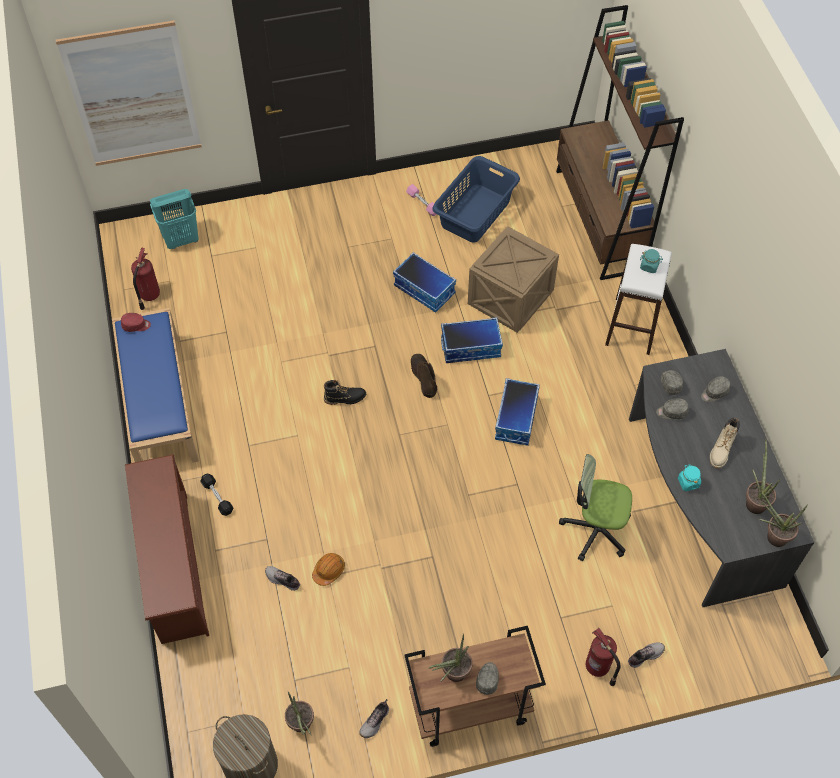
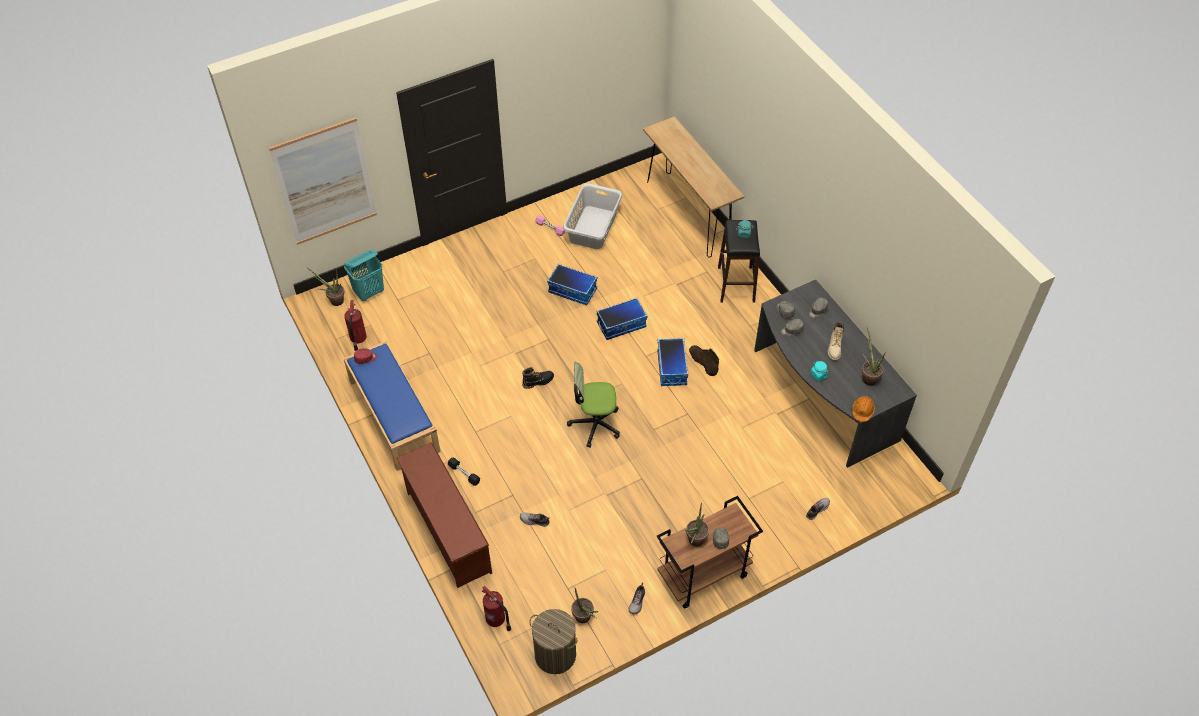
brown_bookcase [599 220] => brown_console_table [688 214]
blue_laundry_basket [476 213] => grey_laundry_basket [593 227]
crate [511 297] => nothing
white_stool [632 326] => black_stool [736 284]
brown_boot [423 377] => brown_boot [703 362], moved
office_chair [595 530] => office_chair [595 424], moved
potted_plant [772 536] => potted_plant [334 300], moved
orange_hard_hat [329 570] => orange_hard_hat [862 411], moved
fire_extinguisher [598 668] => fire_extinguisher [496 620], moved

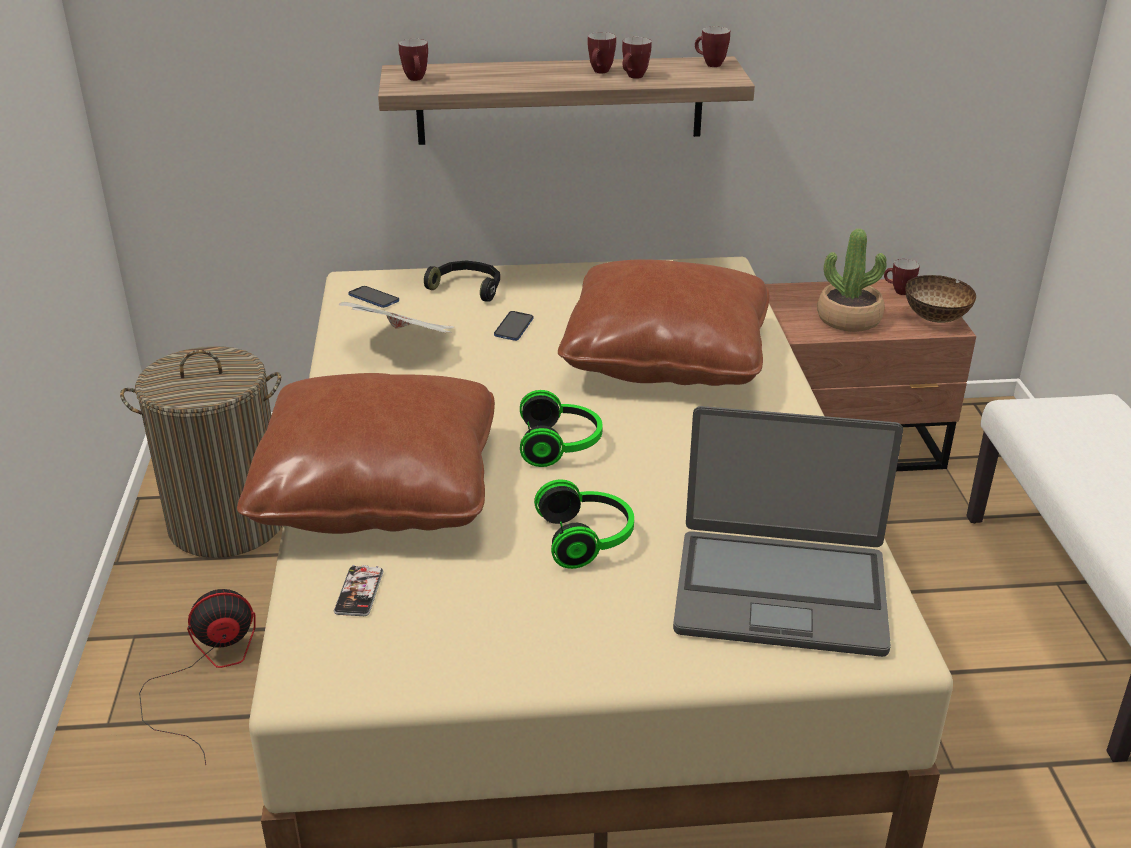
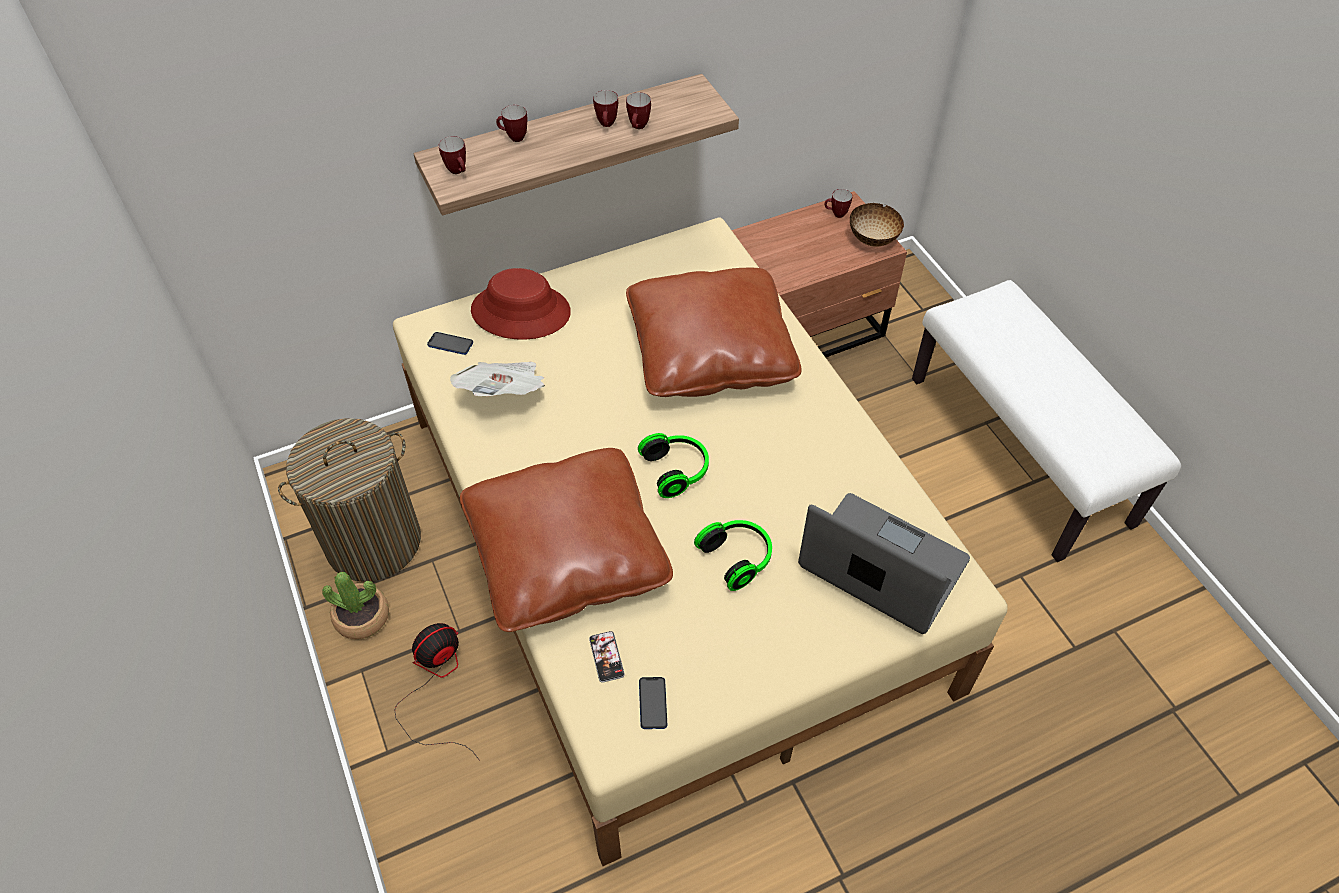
mug [709 64] => mug [513 138], moved
potted_plant [849 319] => potted_plant [362 617], moved
black_headphones [468 288] => red_hat [521 311]
phone [514 327] => phone [653 703], moved
laptop [780 592] => laptop [882 566], 135 degrees counterclockwise

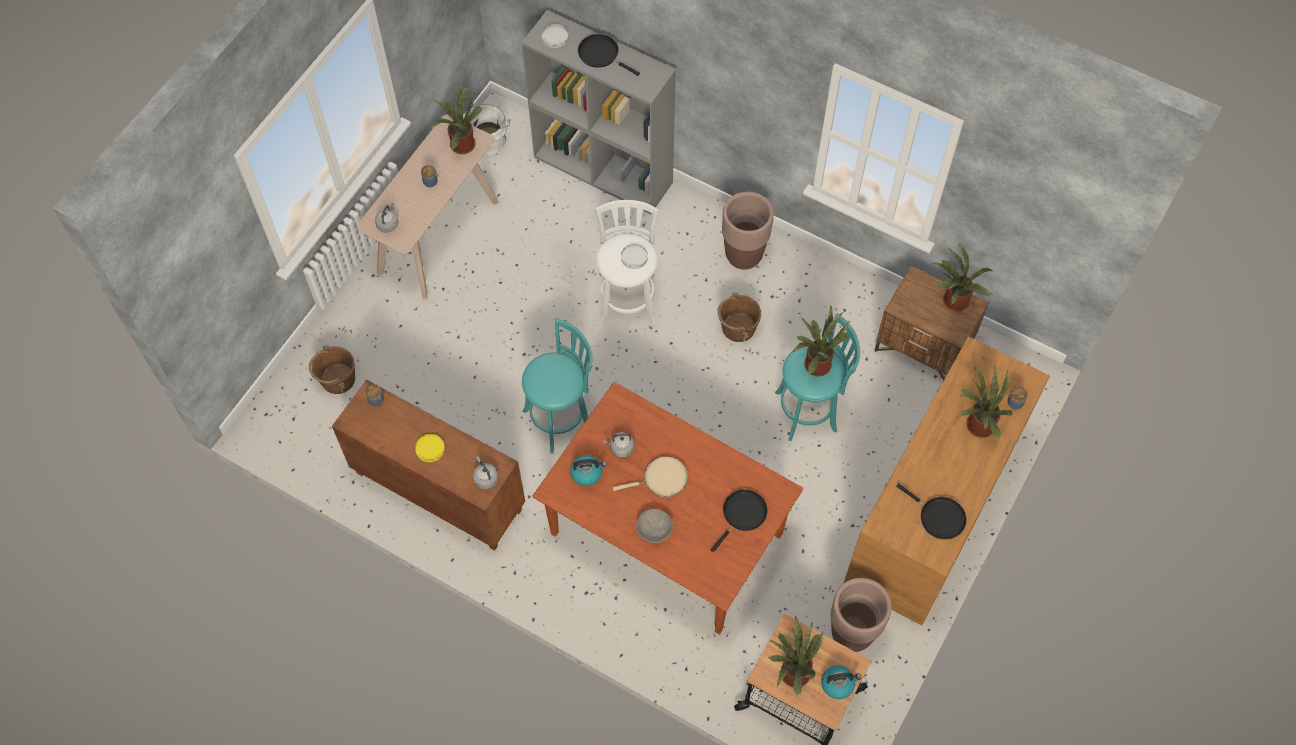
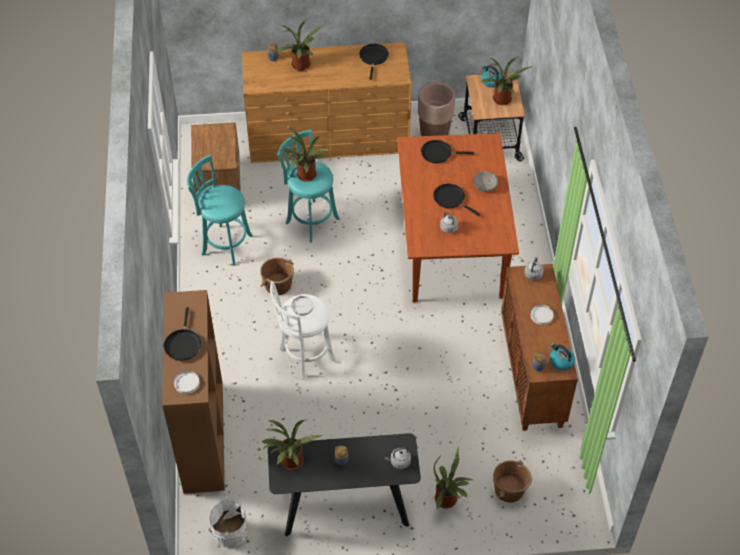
grey_bookcase [604 169] => brown_bookcase [202 436]
beige_console_table [438 237] => black_console_table [345 507]
brown_planter [743 255] => nothing
potted_plant [953 302] => potted_plant [448 500], moved
turquoise_stool [561 418] => turquoise_stool [224 244], moved
yellow_plate [430 448] => white_plate [541 315]
kettle [587 473] => kettle [560 361], moved
beige_frying_pan [662 479] => black_frying_pan [451 199]

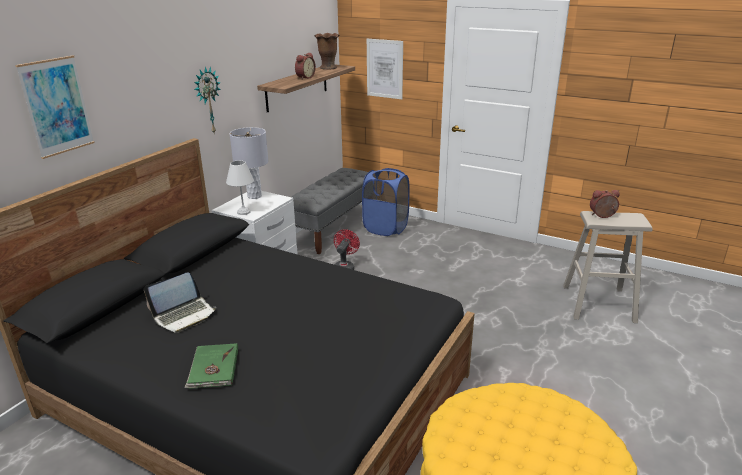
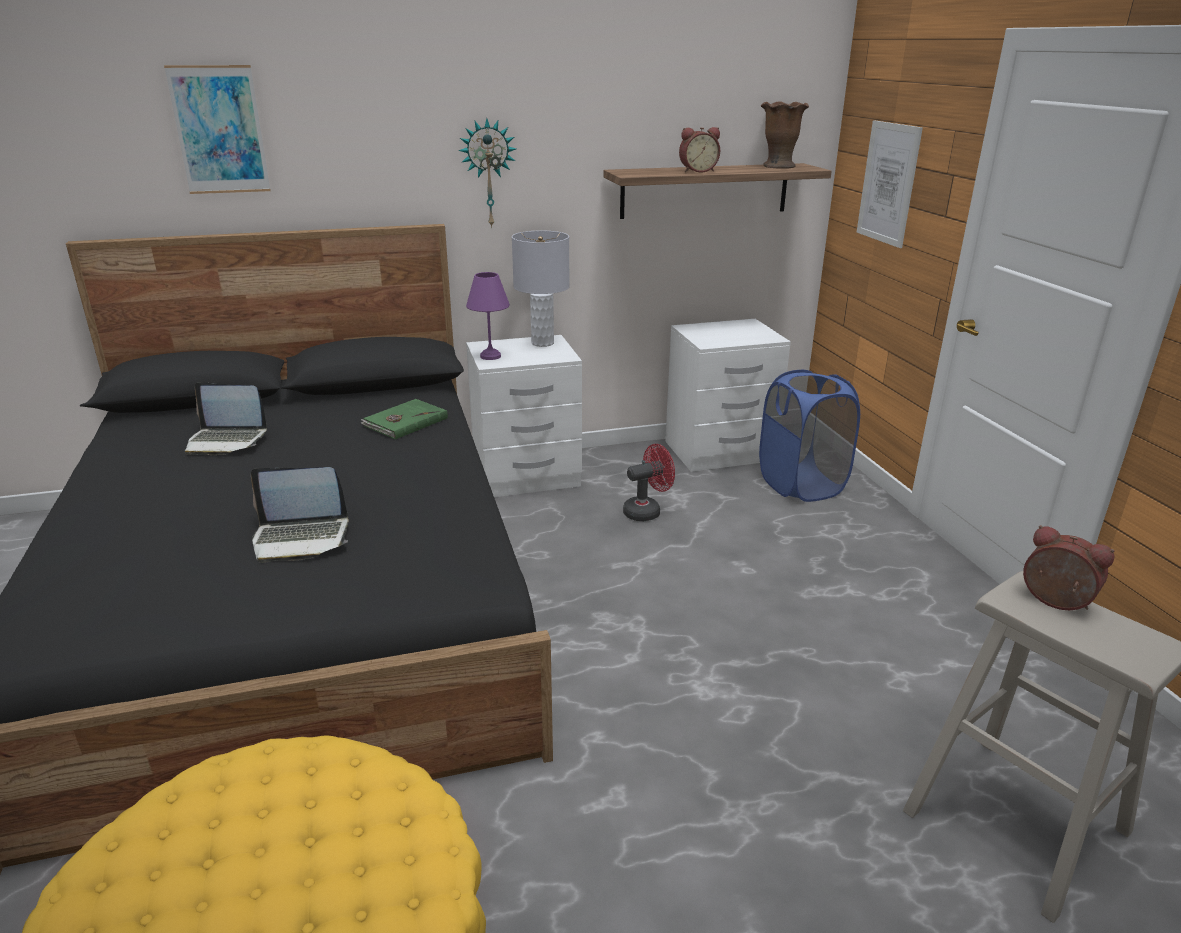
white_table_lamp [244 212] => purple_table_lamp [490 356]
grey_bench [332 228] => white_nightstand [719 452]
green_book [213 368] => green_book [404 422], moved
nothing => laptop [301 538]

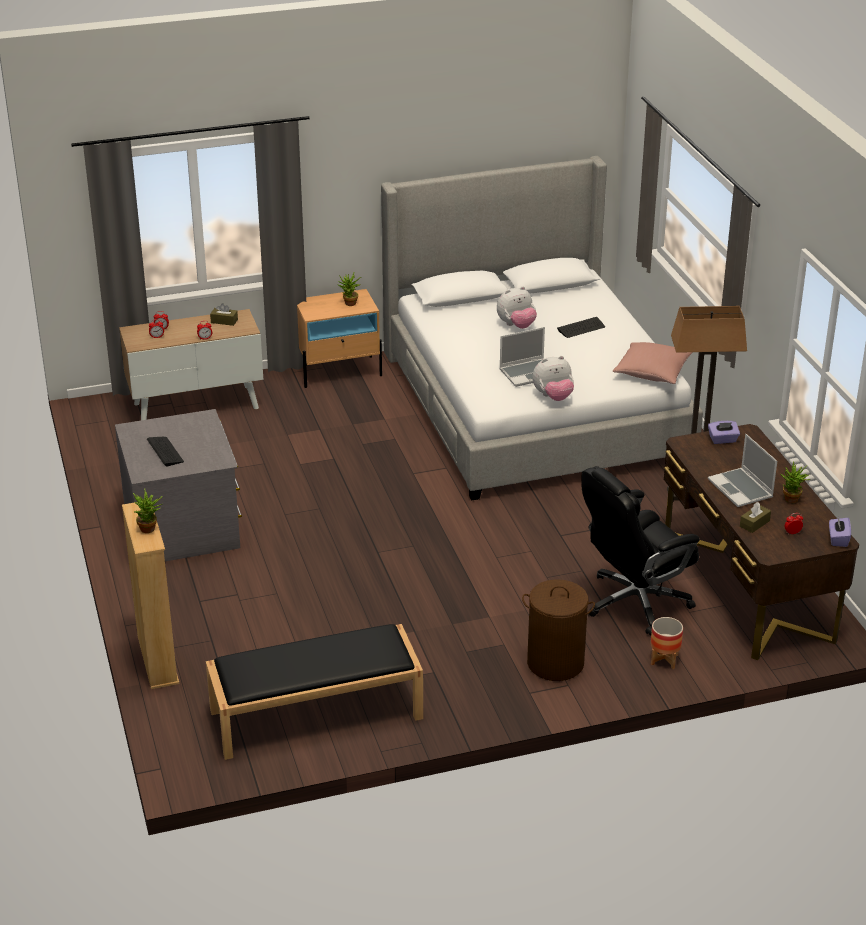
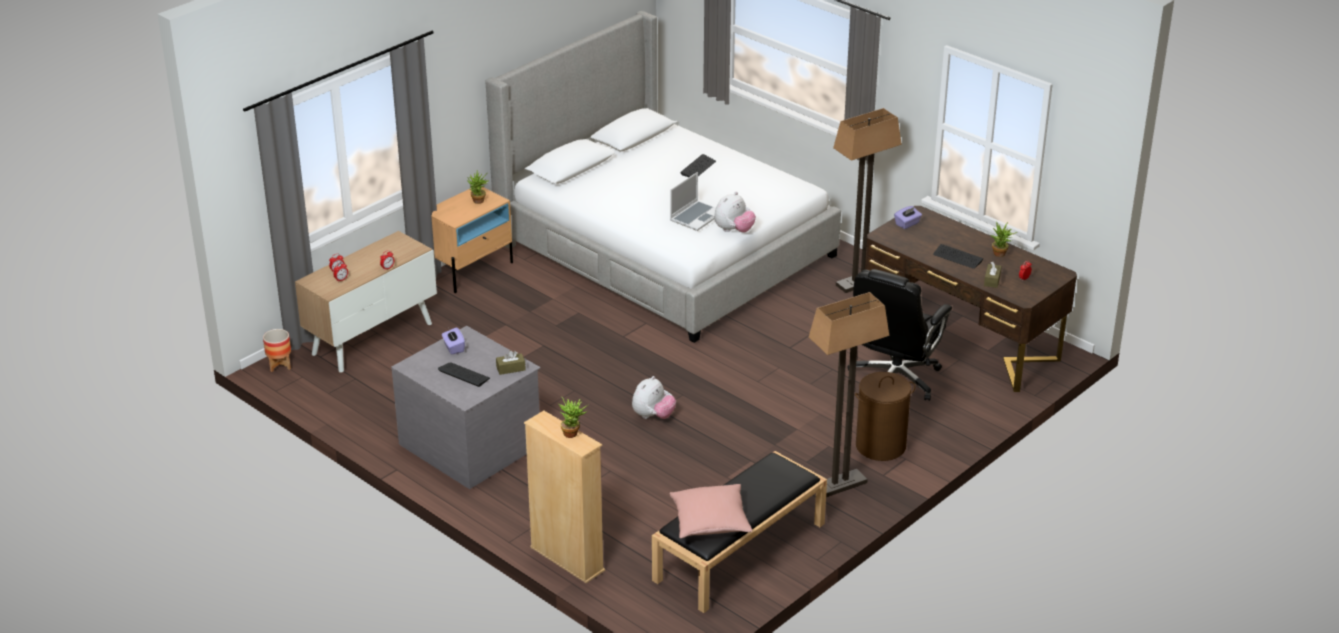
plush_toy [516 326] => plush_toy [653 416], moved
brown_tissue_box [224 321] => brown_tissue_box [511 368], moved
pink_pillow [652 372] => pink_pillow [710 521], moved
laptop [741 489] => keyboard [957 257]
purple_tissue_box [838 539] => purple_tissue_box [453 348], moved
planter [664 660] => planter [280 365], moved
nothing => floor_lamp [839 485]

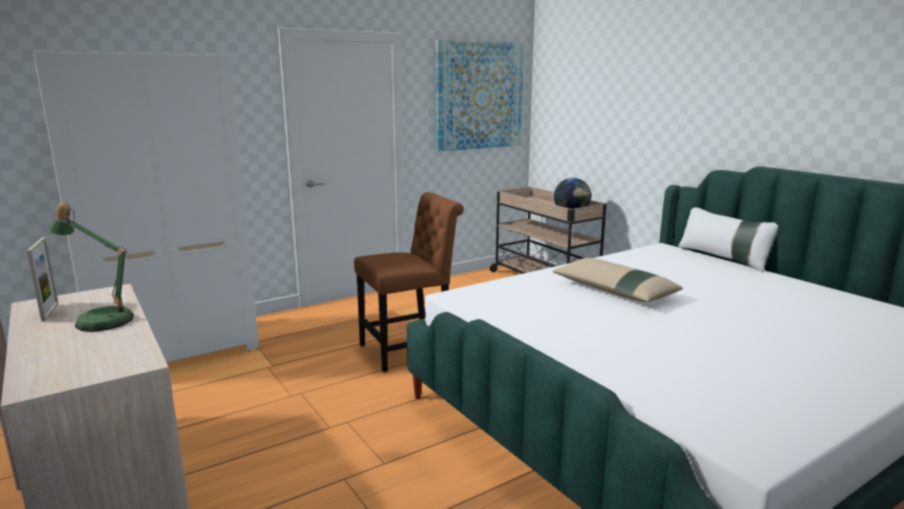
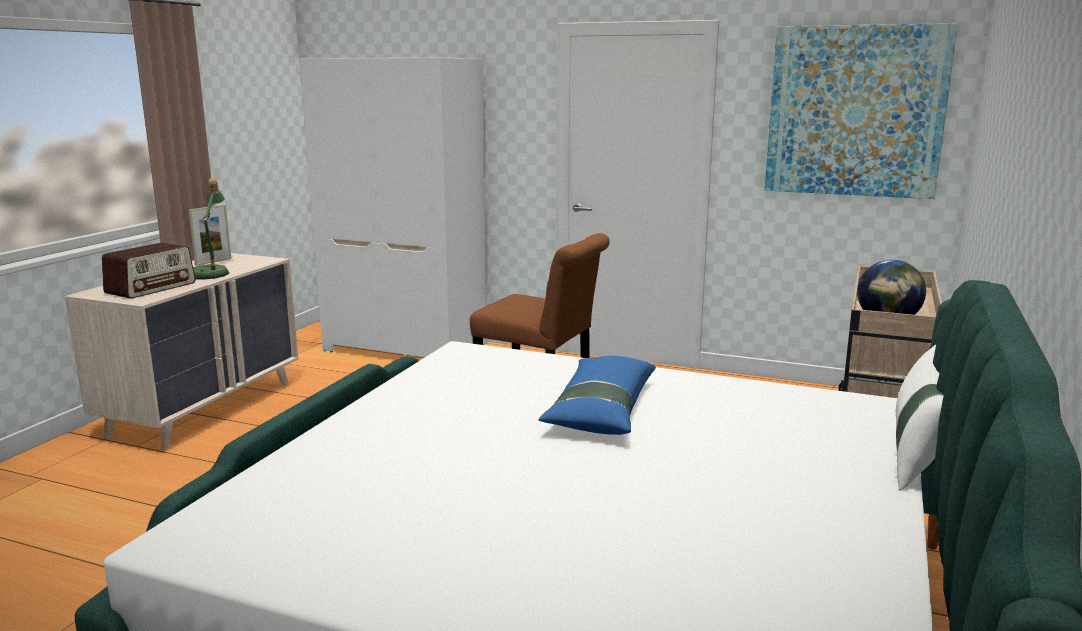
beige_pillow [613 291] => blue_pillow [601 409]
nothing => radio [151 288]

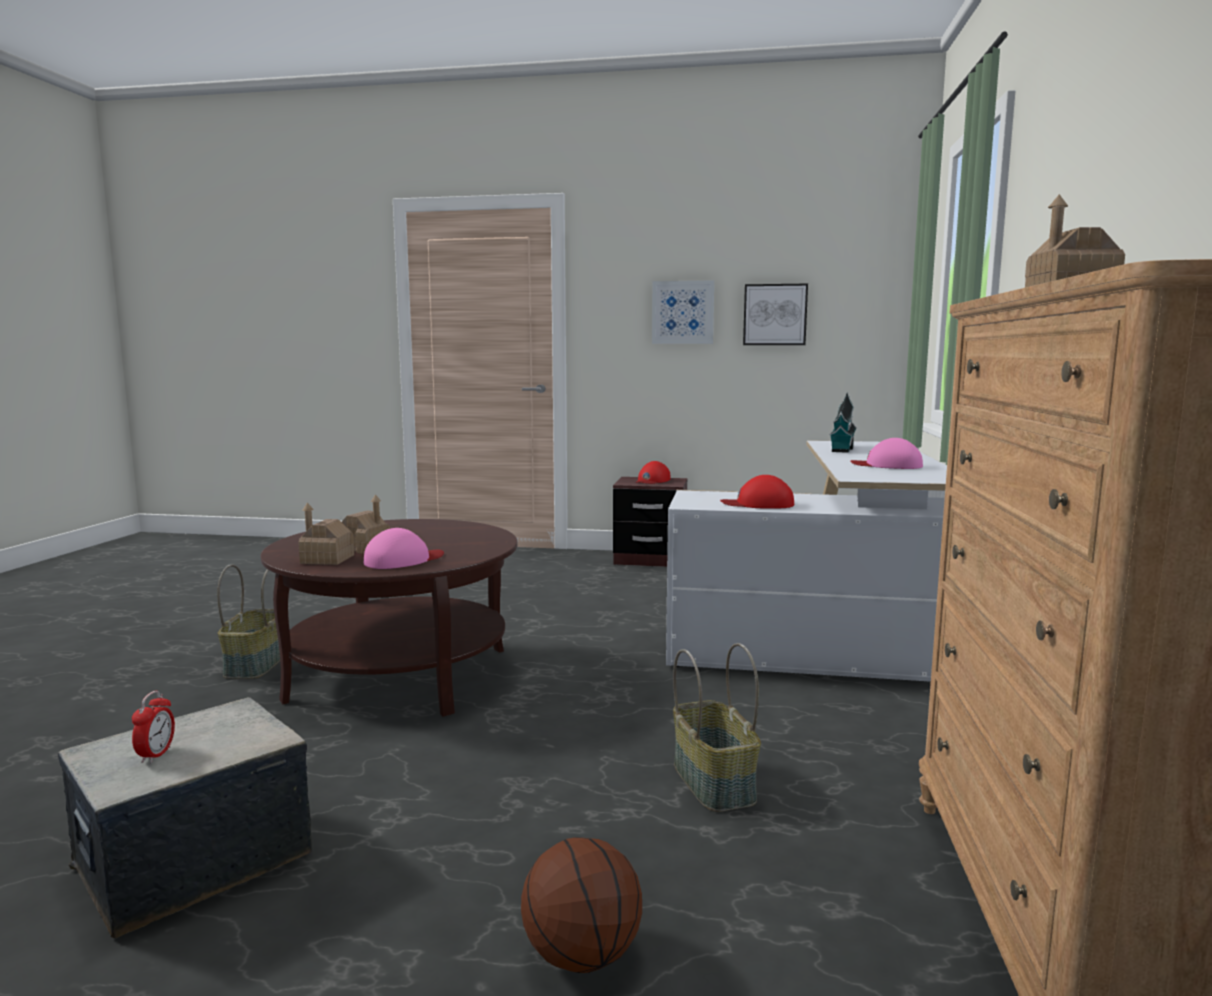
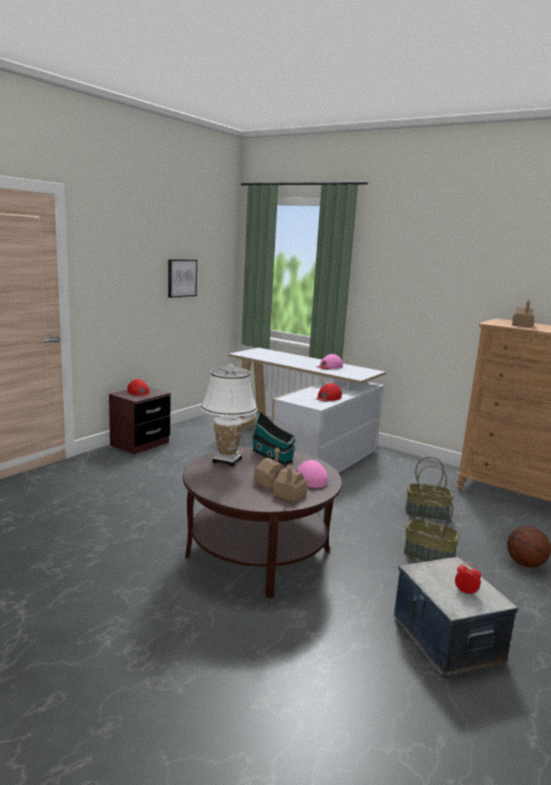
picture [682 312] => nothing
toy_house [842 449] => toy_house [273 457], moved
basket [257 664] => basket [429 555], moved
nothing => white_table_lamp [227 460]

